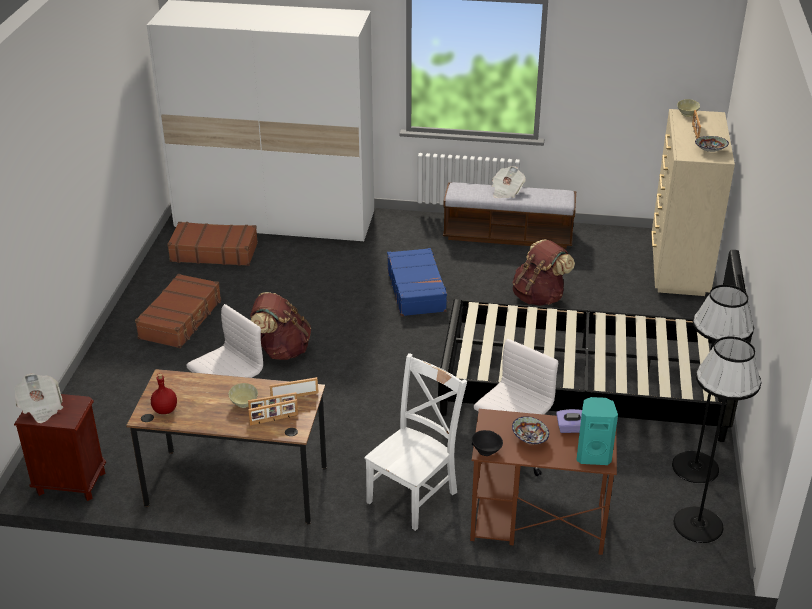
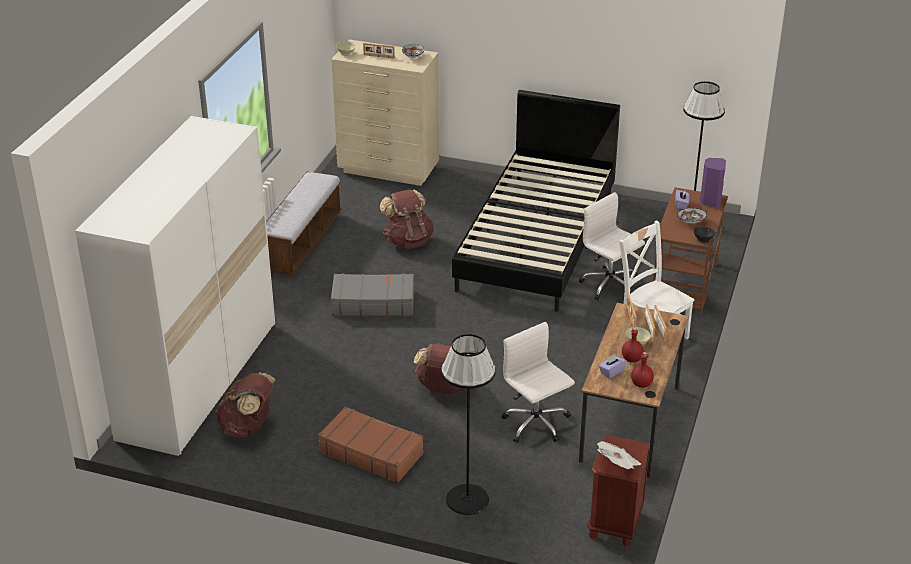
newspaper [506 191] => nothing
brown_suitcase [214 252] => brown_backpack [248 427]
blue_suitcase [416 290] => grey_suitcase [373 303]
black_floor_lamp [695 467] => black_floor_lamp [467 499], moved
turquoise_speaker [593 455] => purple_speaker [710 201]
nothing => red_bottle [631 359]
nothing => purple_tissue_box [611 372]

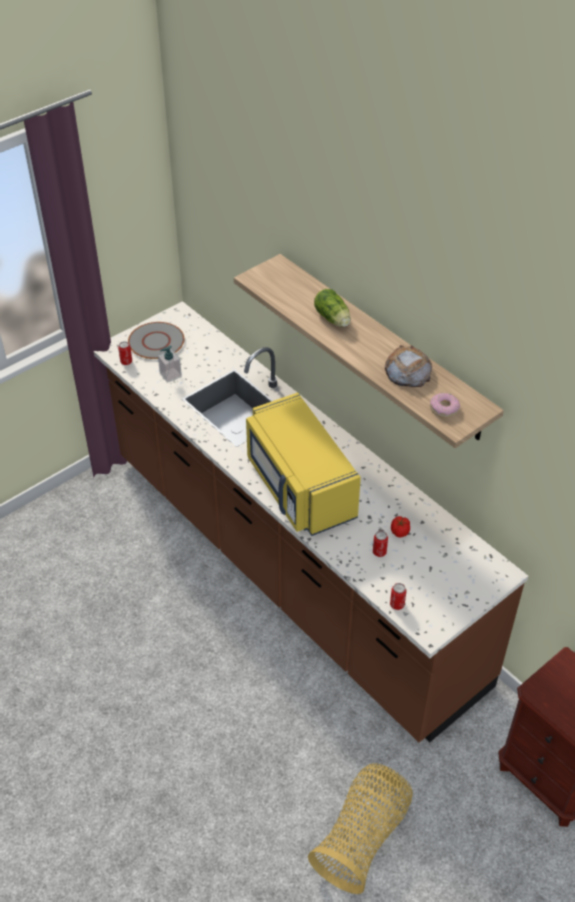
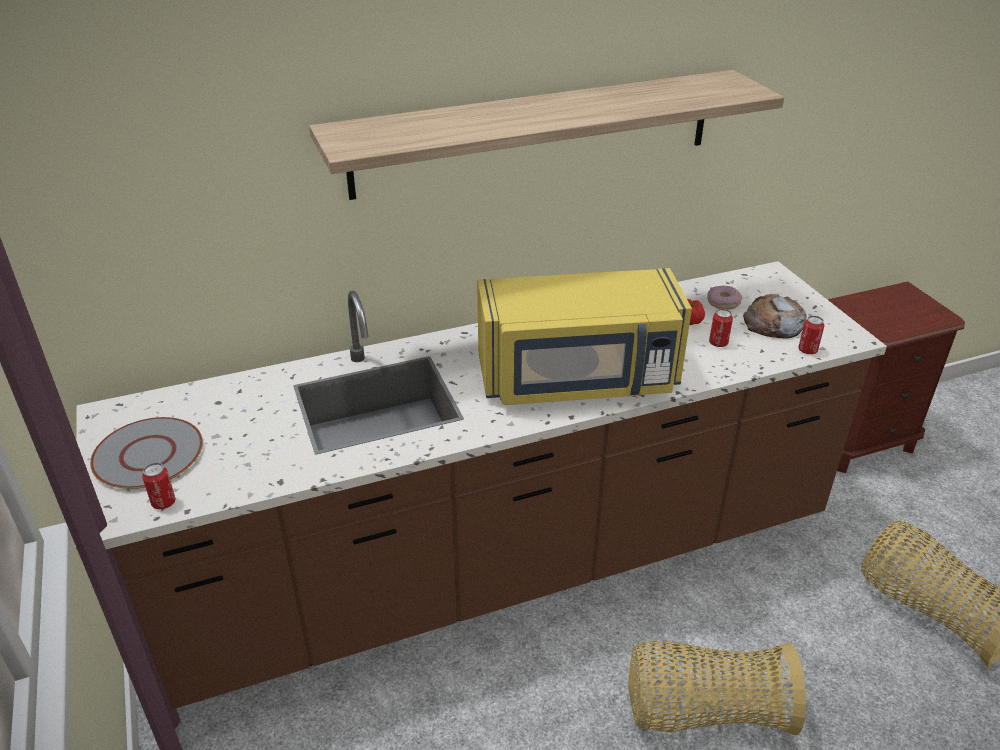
lettuce [333 319] => nothing
bread [407 371] => bread [773 324], moved
soap_dispenser [170 375] => nothing
donut [444 409] => donut [723 302], moved
nothing => basket [704 711]

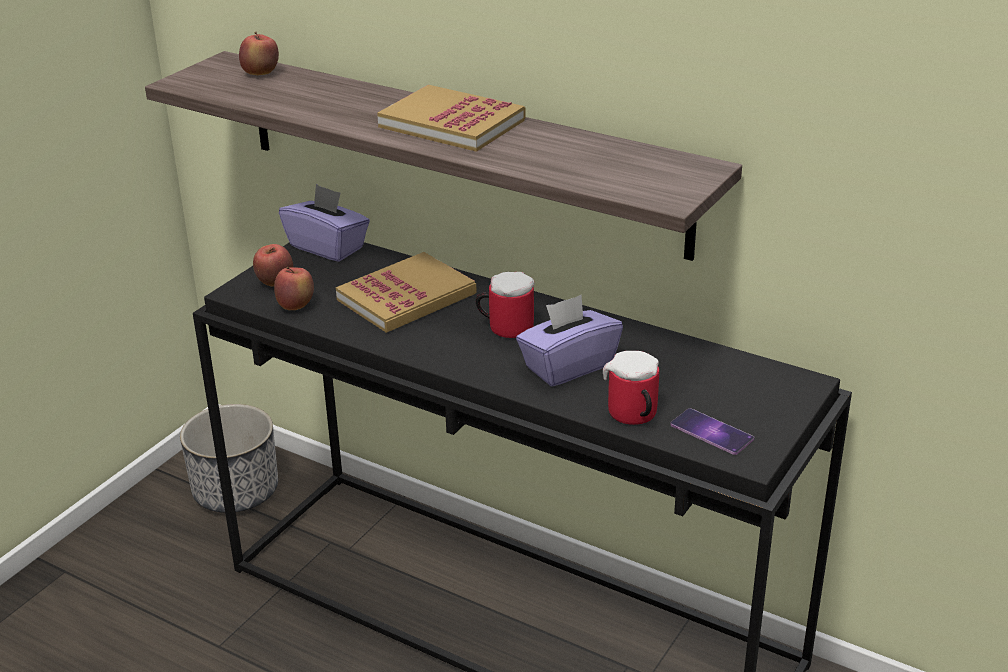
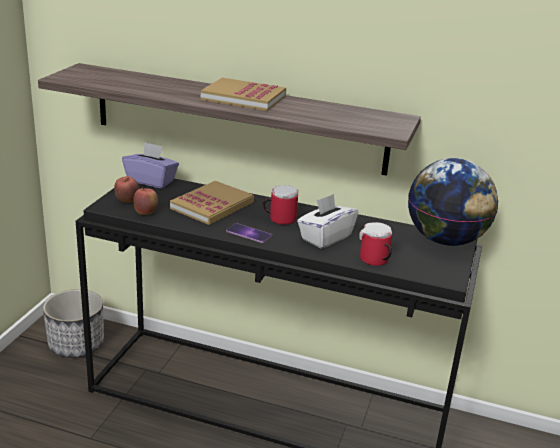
apple [261 74] => nothing
purple_tissue_box [568 366] => white_tissue_box [325 237]
phone [711 432] => phone [249 233], moved
nothing => globe [445 240]

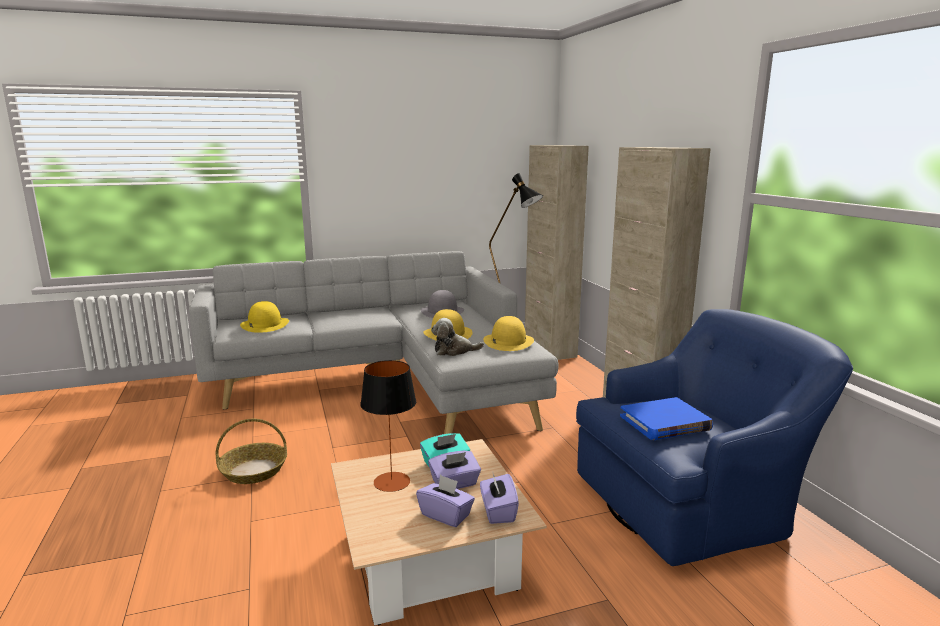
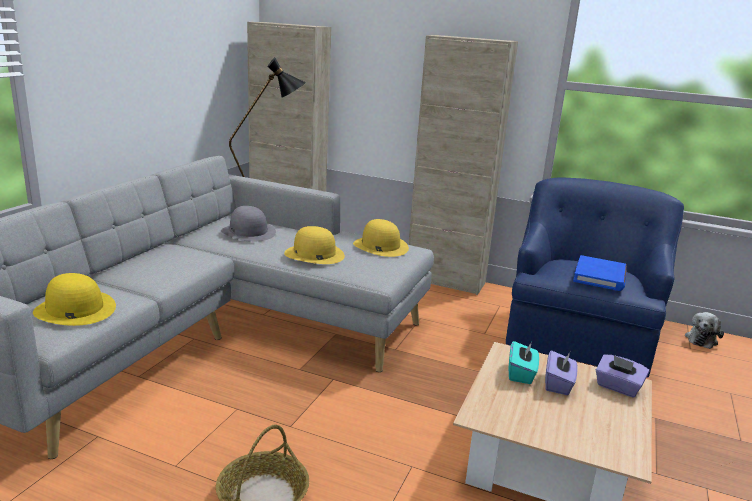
plush_toy [454 351] => plush_toy [701 339], moved
table_lamp [391 482] => nothing
purple_tissue_box [446 515] => nothing

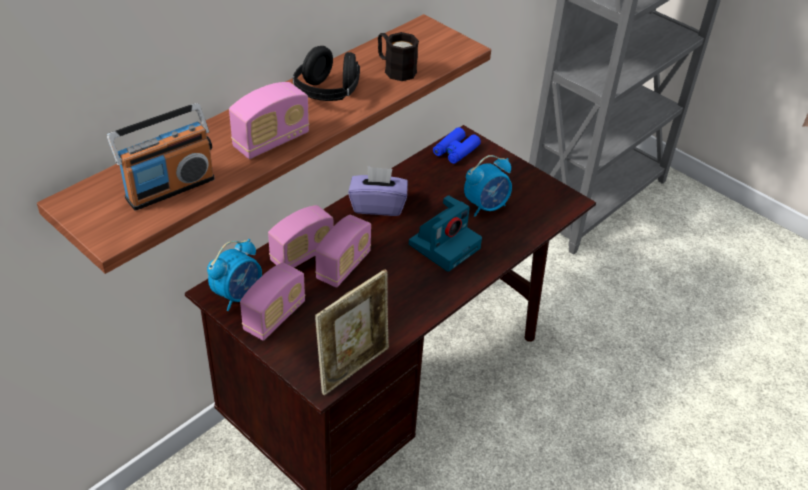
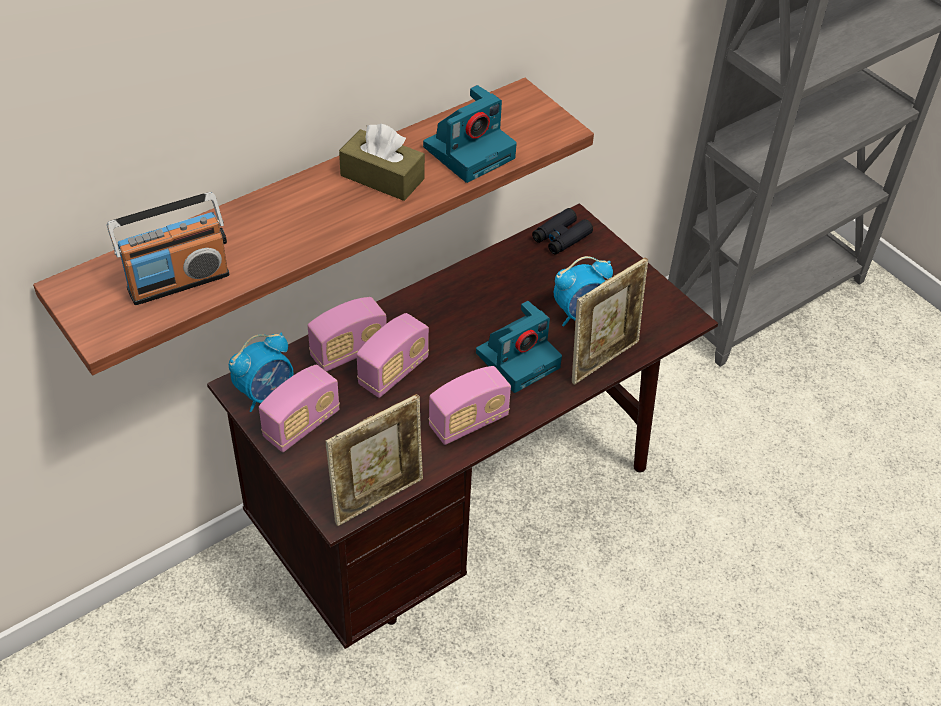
black_mug [395 69] => photo_camera [470 151]
black_headphones [327 94] => brown_tissue_box [382 177]
radio [271 141] => radio [468 422], moved
blue_binoculars [455 151] => black_binoculars [561 237]
purple_tissue_box [378 205] => nothing
nothing => picture_frame [603 359]

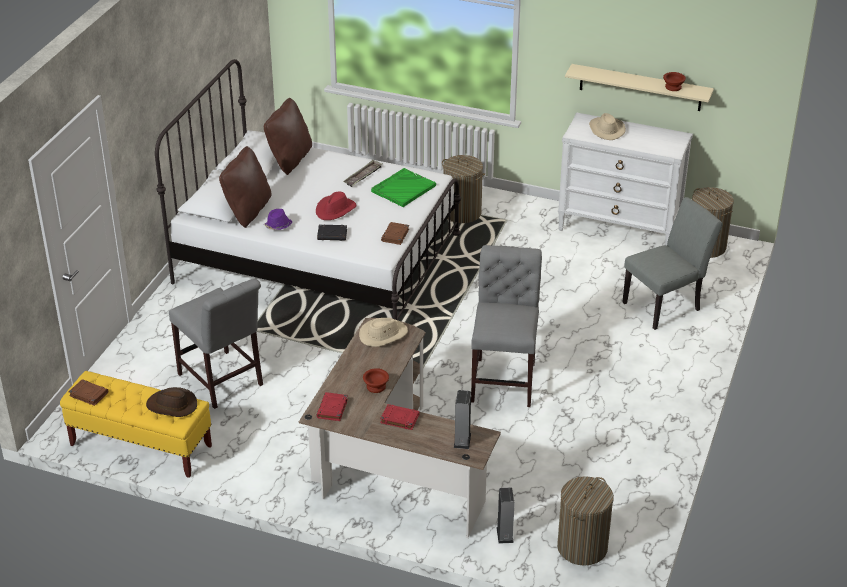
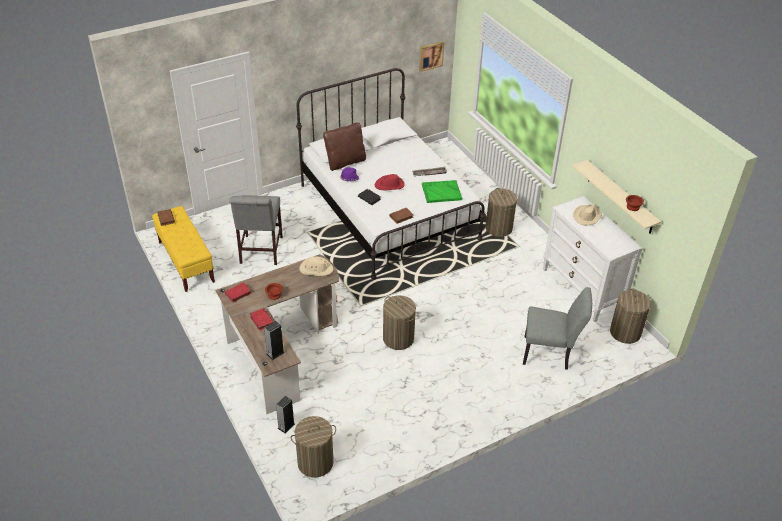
brown_pillow [289 160] => nothing
grey_chair [504 379] => laundry_basket [398 338]
brown_hat [172 405] => nothing
nothing => picture [430 55]

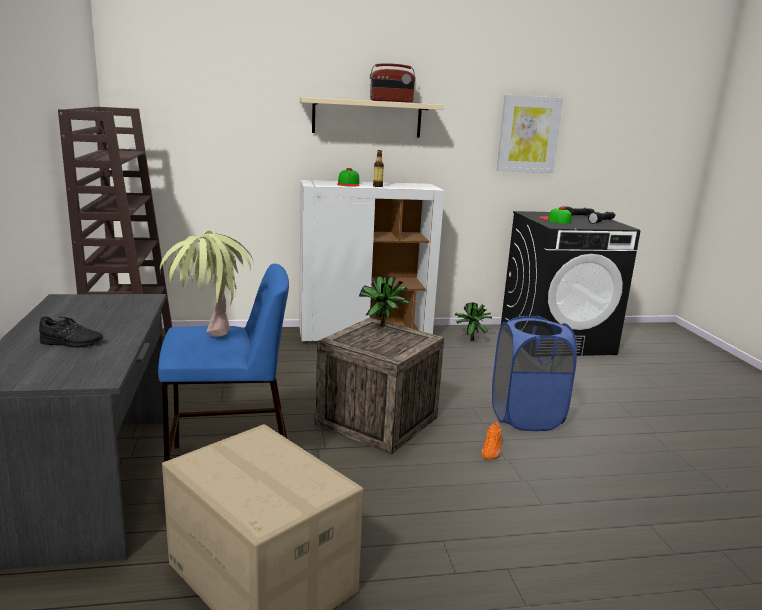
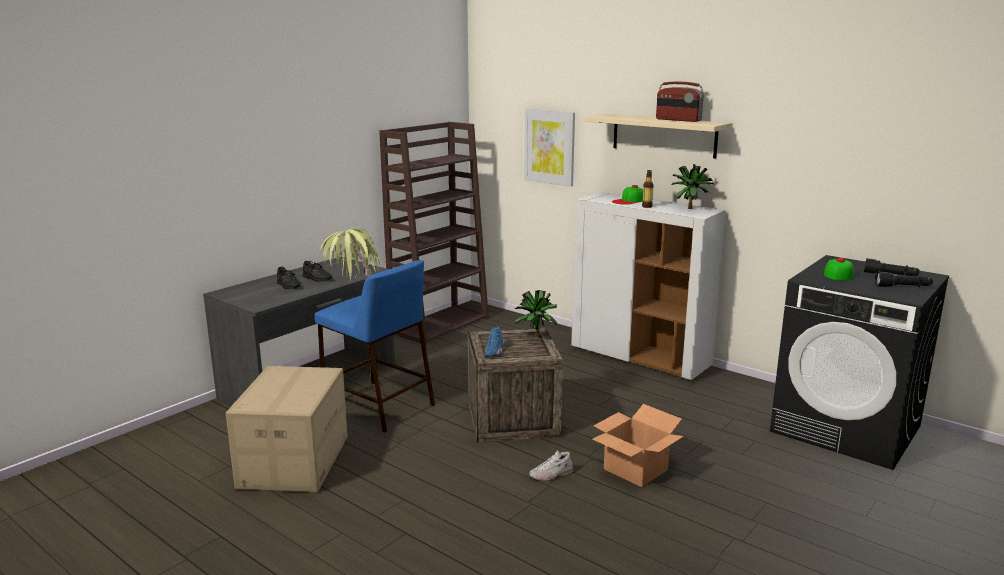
picture [528 134] => picture [549 147], moved
potted_plant [470 339] => potted_plant [689 208], moved
blue_laundry_basket [526 417] => cardboard_box [636 469]
orange_shoe [491 450] => white_shoe [551 474]
nothing => black_shoe [317 278]
nothing => blue_shoe [494 350]

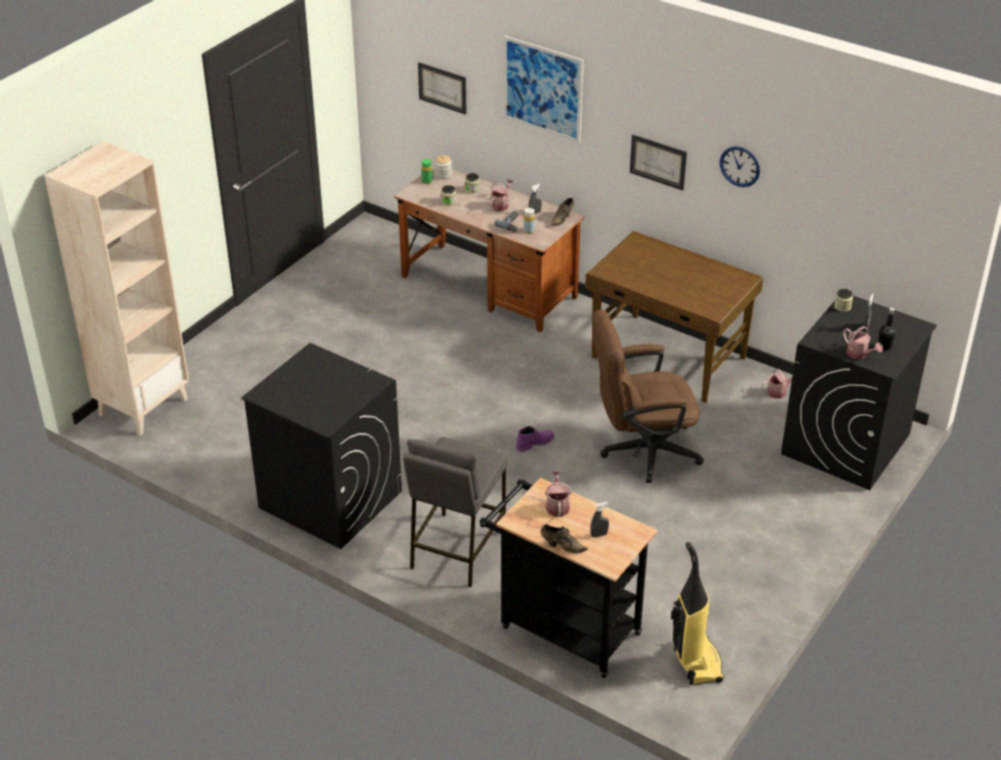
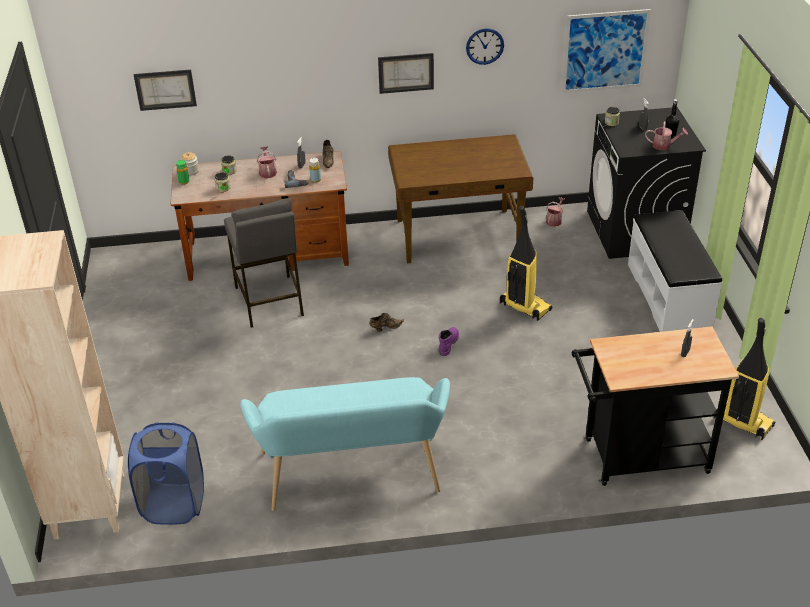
picture [542 89] => picture [605 51], moved
brown_office_chair [641 451] => vacuum_cleaner [524 307]
black_washing_machine [329 499] => turquoise_bench [353 478]
grey_stool [456 550] => grey_stool [269 301], moved
watering_can [557 505] => nothing
brown_shoe [562 546] => brown_shoe [385 328], moved
nothing => white_bench [669 296]
nothing => blue_laundry_basket [174 504]

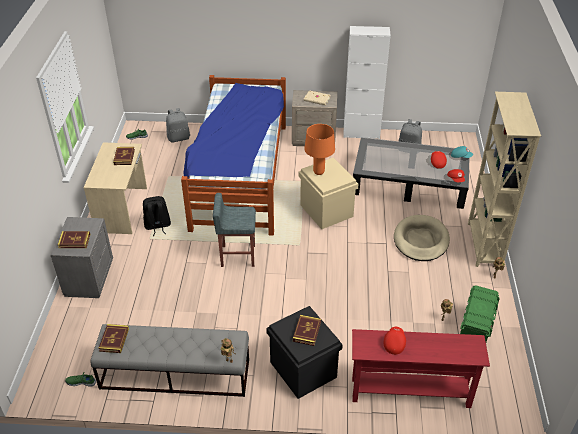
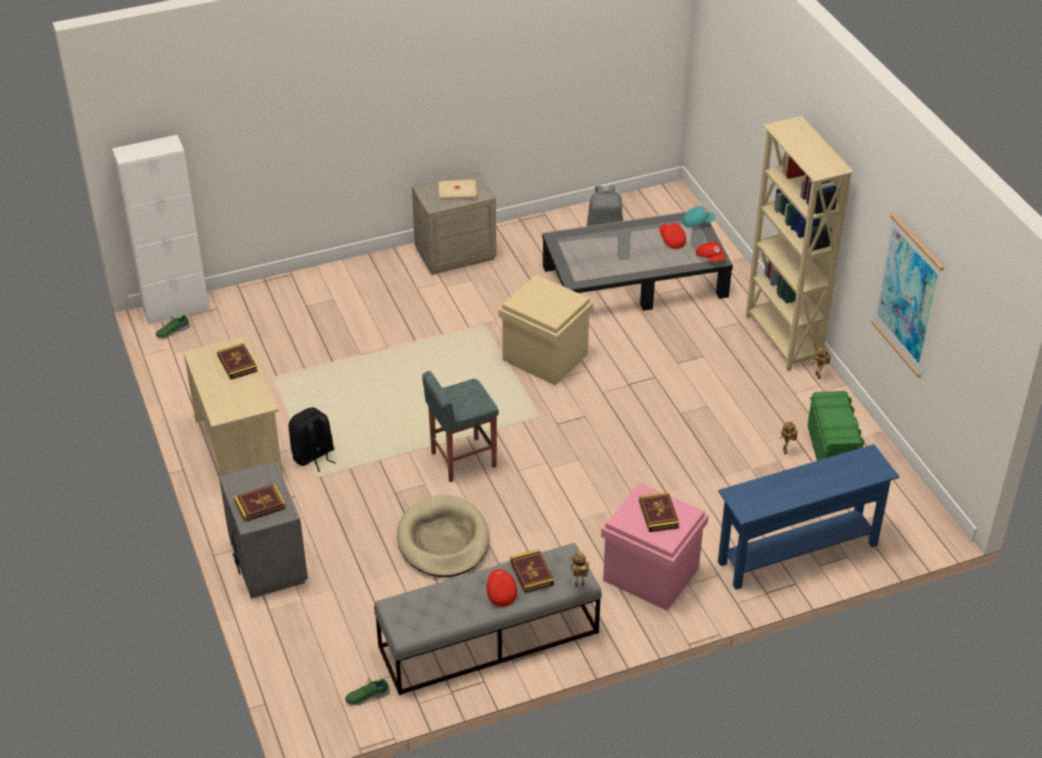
white_cabinet [361 133] => white_cabinet [176 309], moved
bed [240 175] => nothing
grey_backpack [179 138] => nothing
orange_table_lamp [318 172] => nothing
beige_dog_bed [421 240] => beige_dog_bed [443 540], moved
black_storage_box [302 369] => pink_storage_box [650 574]
book [114 340] => book [531 573], moved
red_cap [394 343] => red_cap [500 592], moved
red_console_table [410 393] => blue_console_table [798 554]
nothing => picture [907 296]

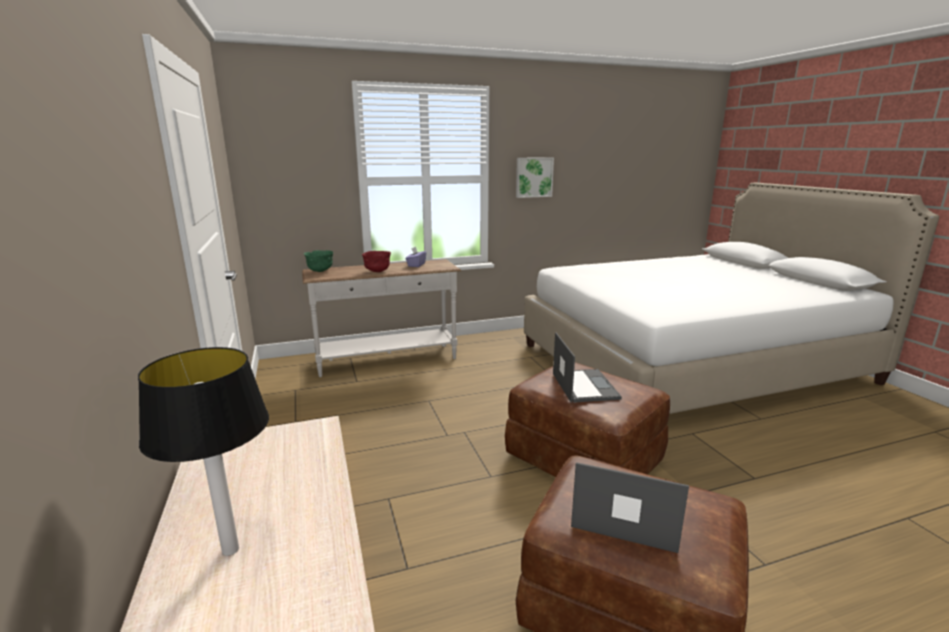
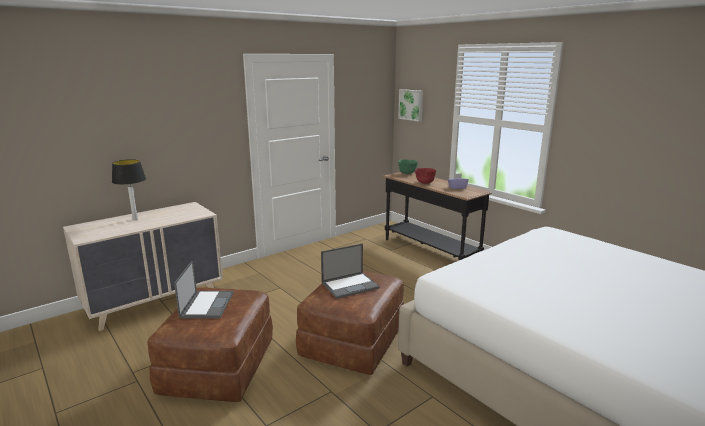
picture [533 177] => picture [411 105], moved
white_console_table [387 360] => black_console_table [429 251]

